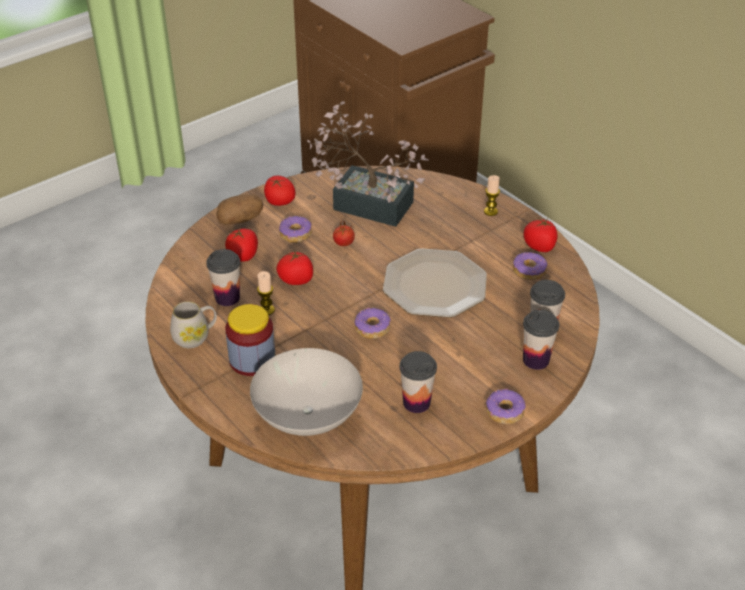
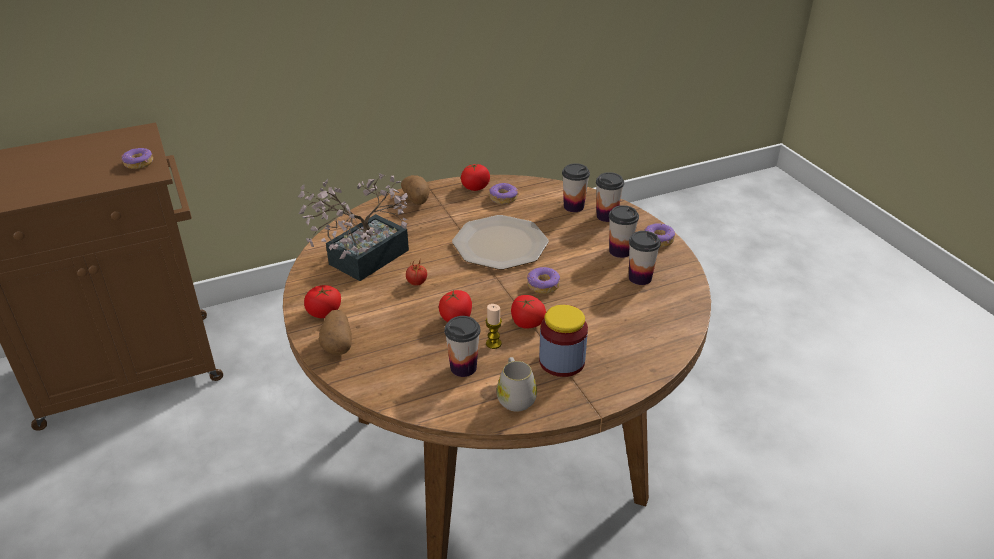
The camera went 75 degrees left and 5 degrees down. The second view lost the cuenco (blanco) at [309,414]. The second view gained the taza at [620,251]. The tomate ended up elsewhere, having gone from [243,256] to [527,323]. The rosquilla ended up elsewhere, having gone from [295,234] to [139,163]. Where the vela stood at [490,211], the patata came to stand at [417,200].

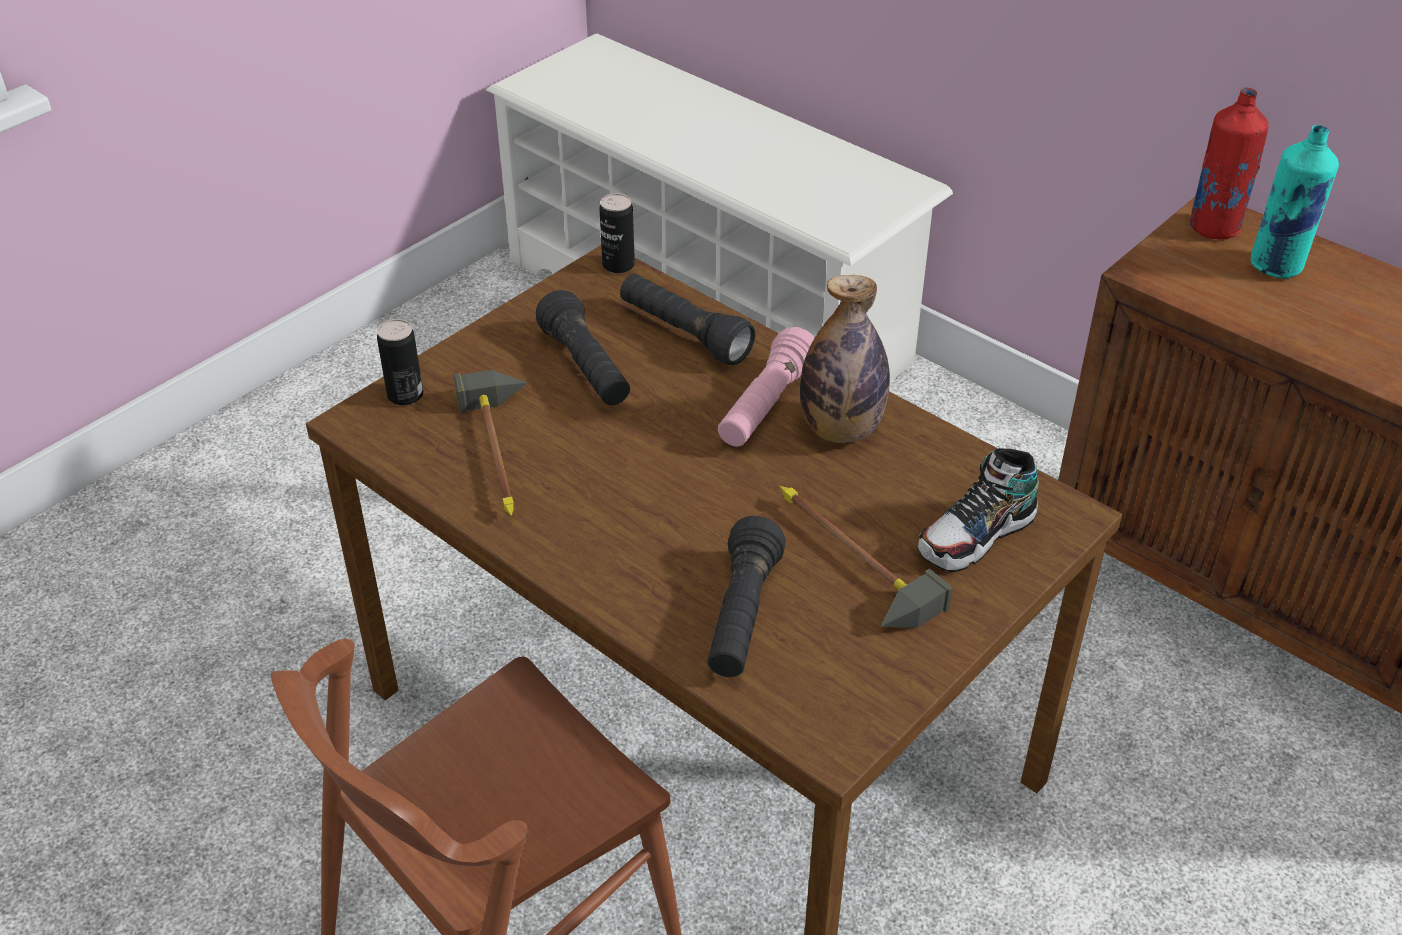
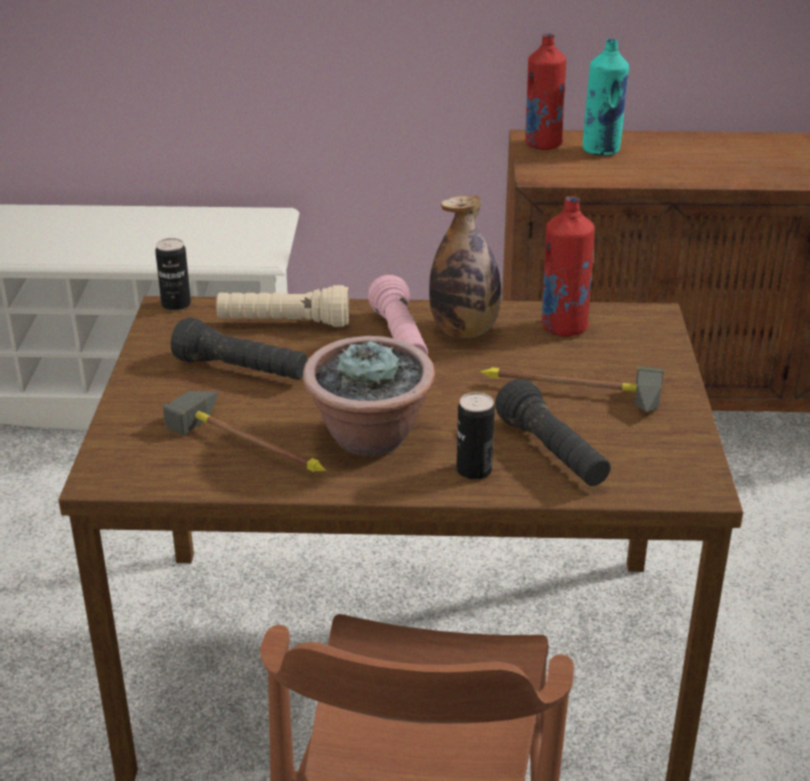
The camera went 40 degrees left and 10 degrees down. The second view lost the zapato at [976,536]. The second view gained the planta en maceta at [370,438]. The second view gained the botella (rojo) at [564,327]. The lata ended up elsewhere, having gone from [405,395] to [474,470]. What was the linterna (negro) at [684,334] turned into the linterna (beis) at [284,324].

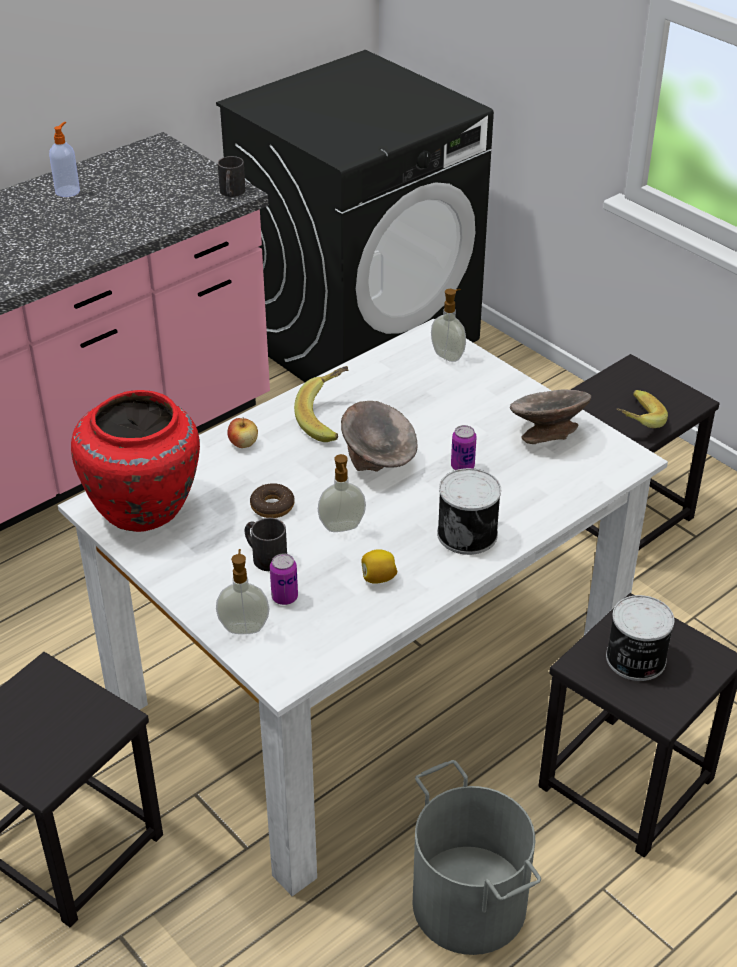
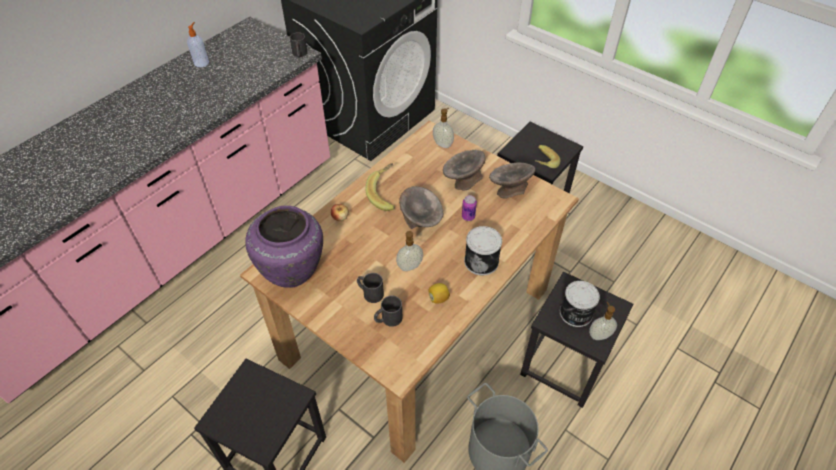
The camera went 10 degrees left and 10 degrees up. The second view lost the rosquilla at [272,506]. The second view gained the cuenco (gris) at [462,180]. The dispensador de jabón ended up elsewhere, having gone from [244,627] to [599,335]. Where the lata stood at [284,597], the taza grande (negro) came to stand at [388,319]. What was the mesa de comedor (blanco) at [368,676] turned into the mesa de comedor (marrón) at [417,322]. What was the florero (rojo) at [146,509] turned into the florero (morado) at [293,270].

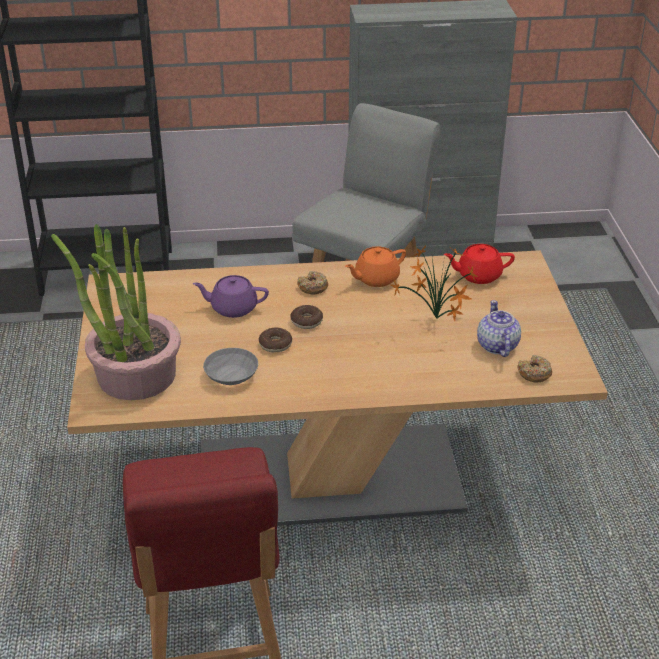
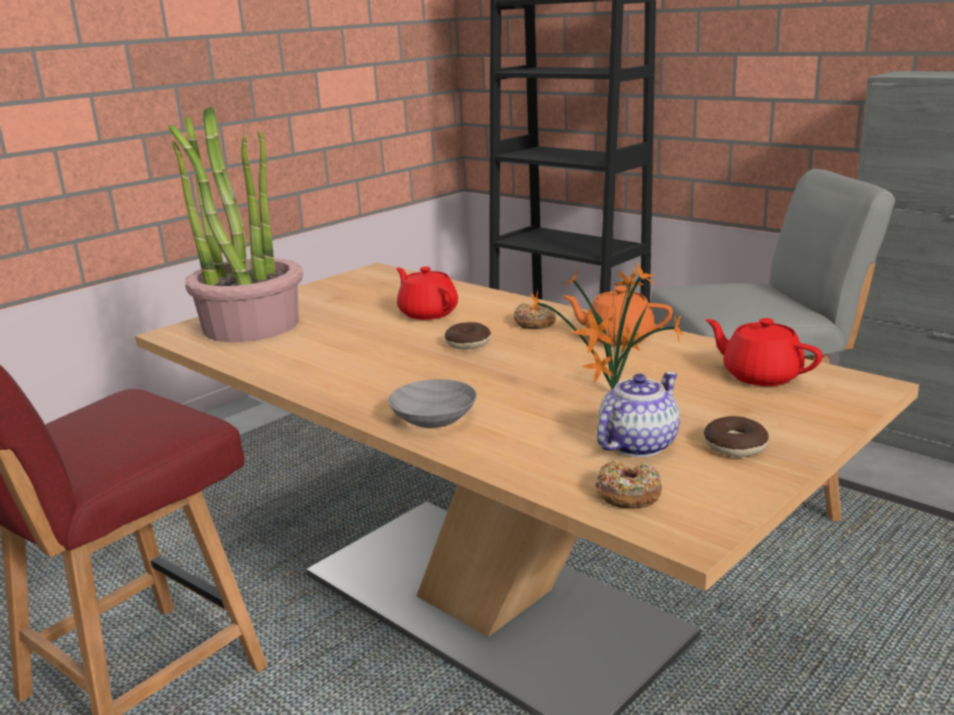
The camera went 50 degrees right and 15 degrees down. The cuenco (gris) ended up elsewhere, having gone from [232,374] to [436,417]. The rosquilla ended up elsewhere, having gone from [275,344] to [735,446]. What was the tetera (morado) at [233,308] turned into the tetera (rojo) at [427,313].

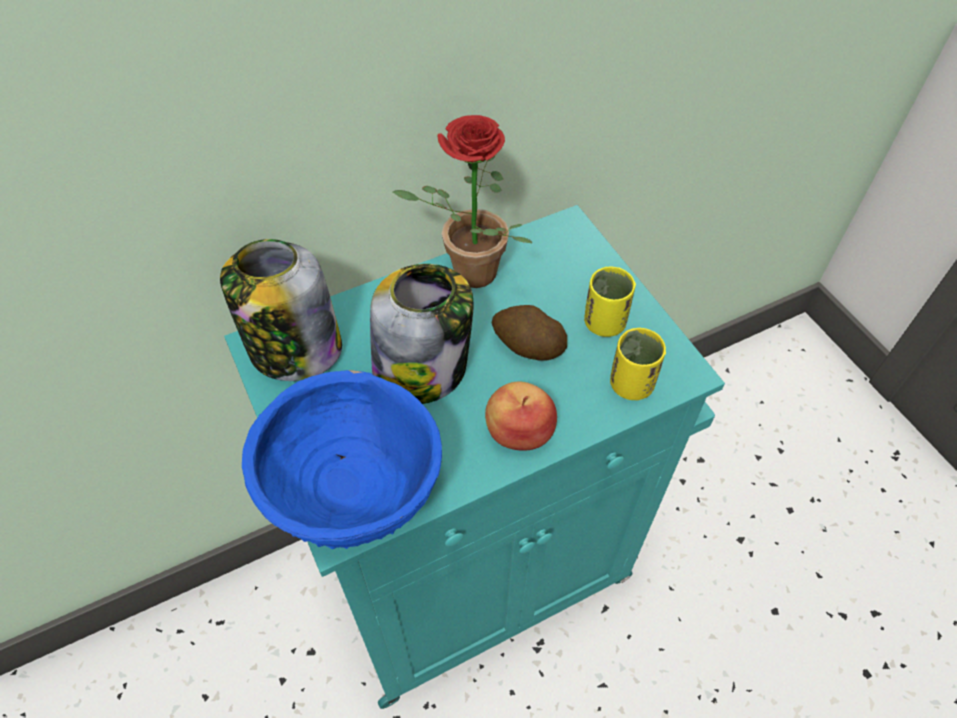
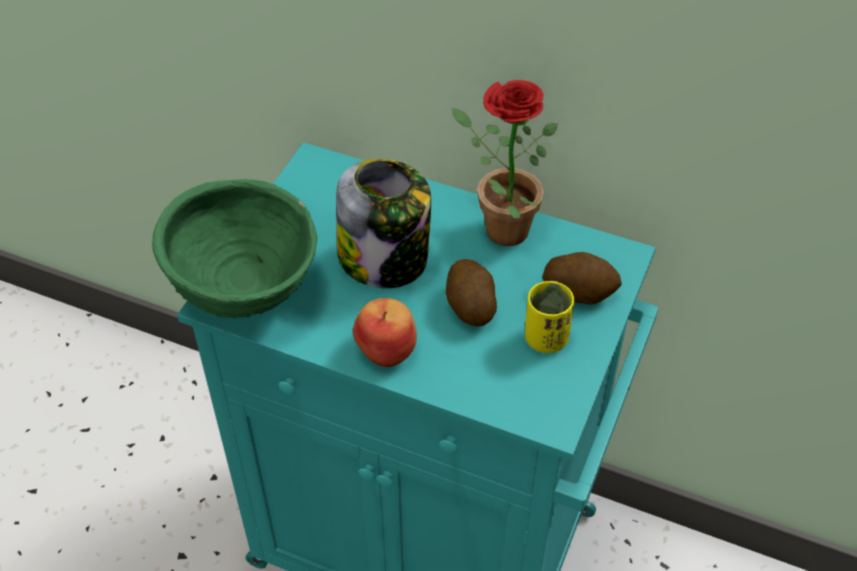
The camera went 50 degrees right and 5 degrees down. The second view lost the tarro at [293,349]. The second view lost the taza (amarillo) at [631,384]. The second view gained the patata at [579,292]. What was the cuenco (azul) at [356,497] turned into the cuenco (verde) at [246,295].

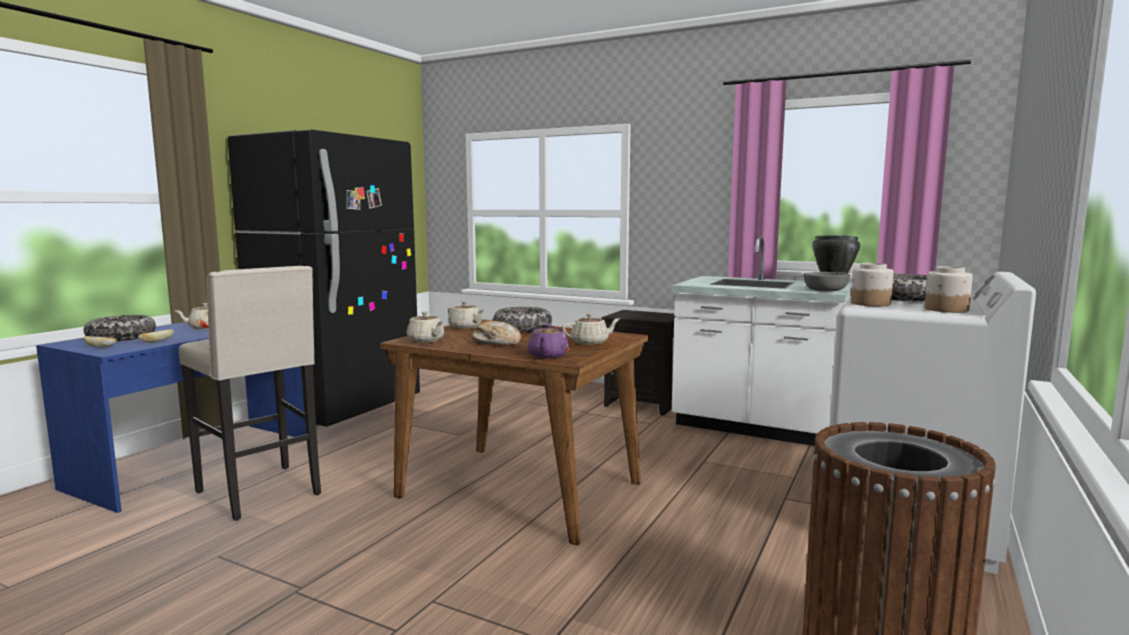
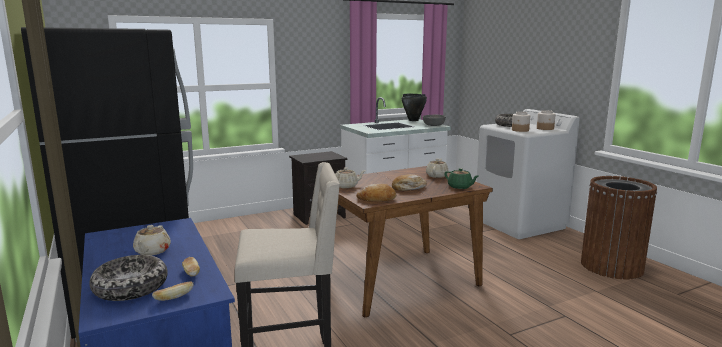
The camera went 55 degrees left and 5 degrees up. The second view lost the cuenco at [522,329]. Where the tetera (beis) stood at [426,340], the pan came to stand at [377,199]. What was the tetera (morado) at [548,356] turned into the tetera (verde) at [460,187].

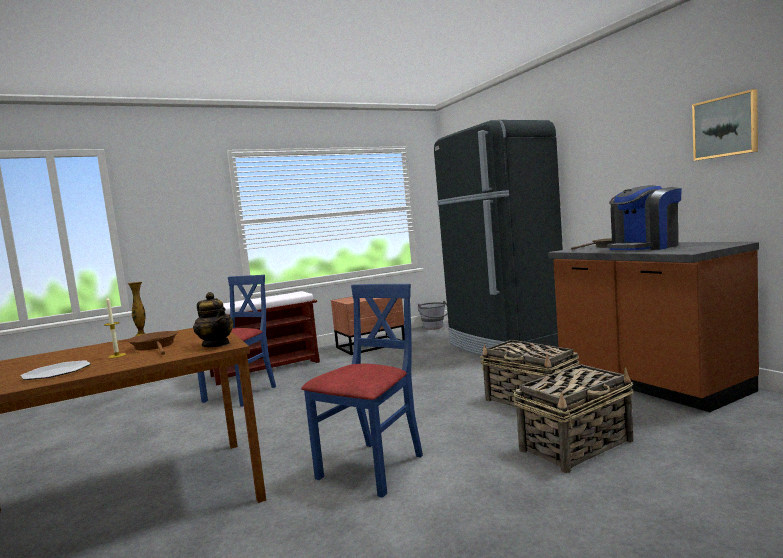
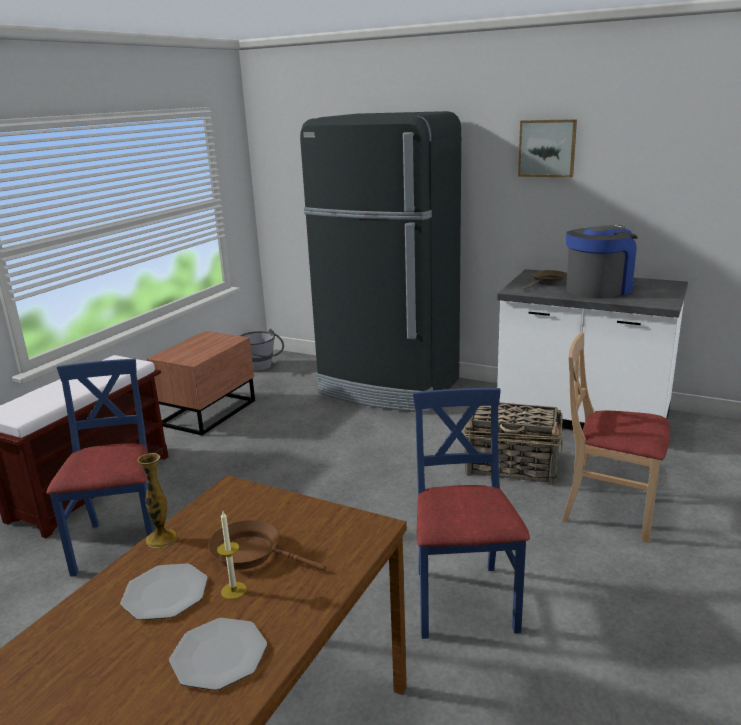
The camera went 35 degrees left and 15 degrees up. The second view lost the tetera at [216,345]. The second view gained the plato at [165,593]. The cuadro ended up elsewhere, having gone from [725,127] to [547,148]. Where the cesta stood at [577,445], the silla (beis) came to stand at [609,511]. What was the mueble bajo de cocina (marrón) at [648,382] turned into the mueble bajo de cocina (blanco) at [582,418]. The cafetera at [644,247] ended up facing another way, 150 degrees counterclockwise from before.

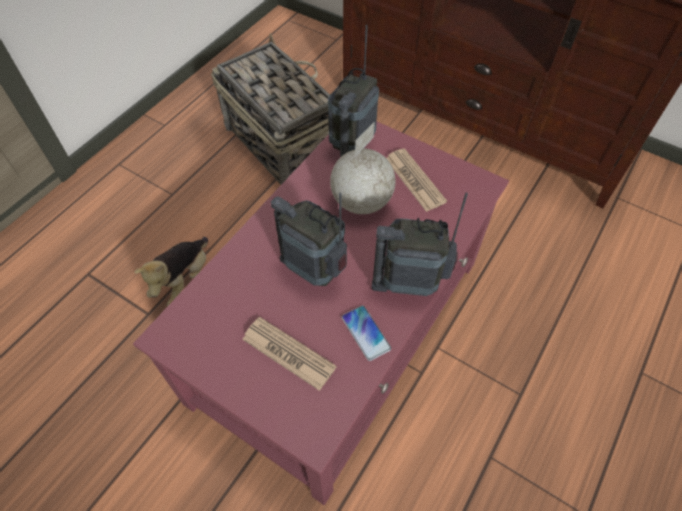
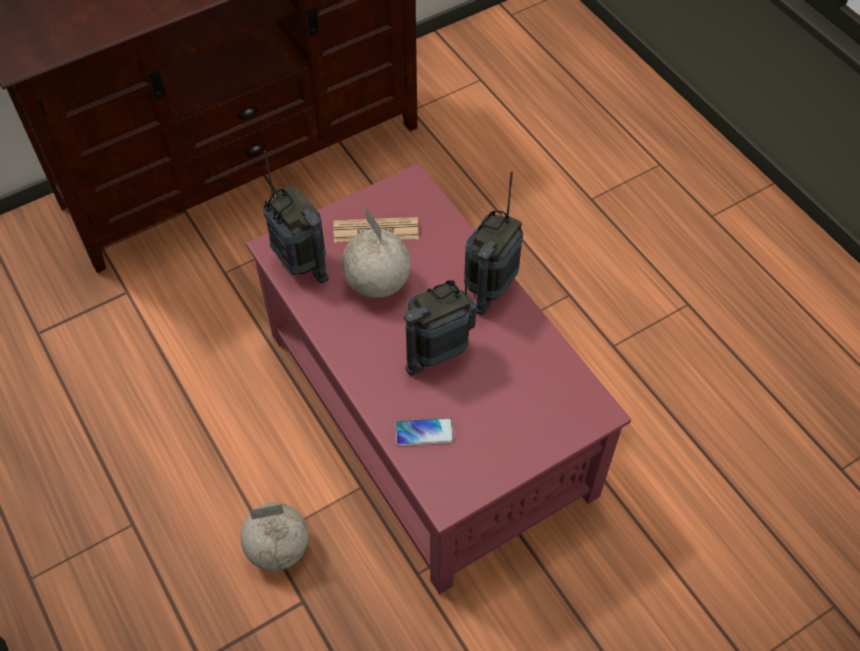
The camera went 65 degrees left and 0 degrees up. The second view lost the cesta at [282,143]. The second view lost the periódico at [288,353]. The móvil ended up elsewhere, having gone from [366,333] to [424,432]. Where the peluche stood at [183,280], the globo terráqueo came to stand at [277,548].

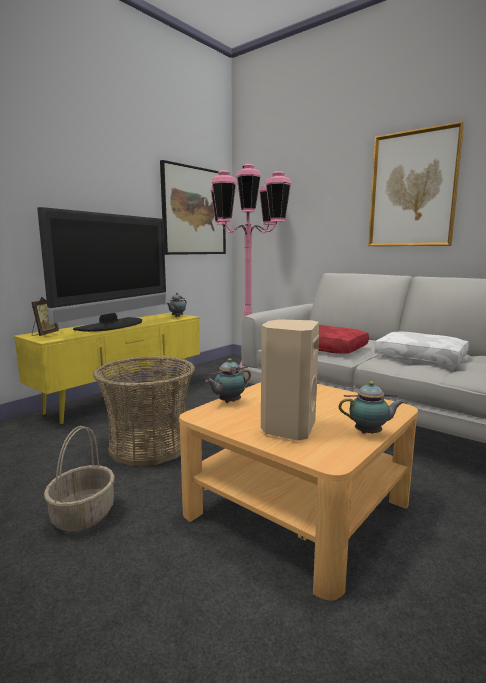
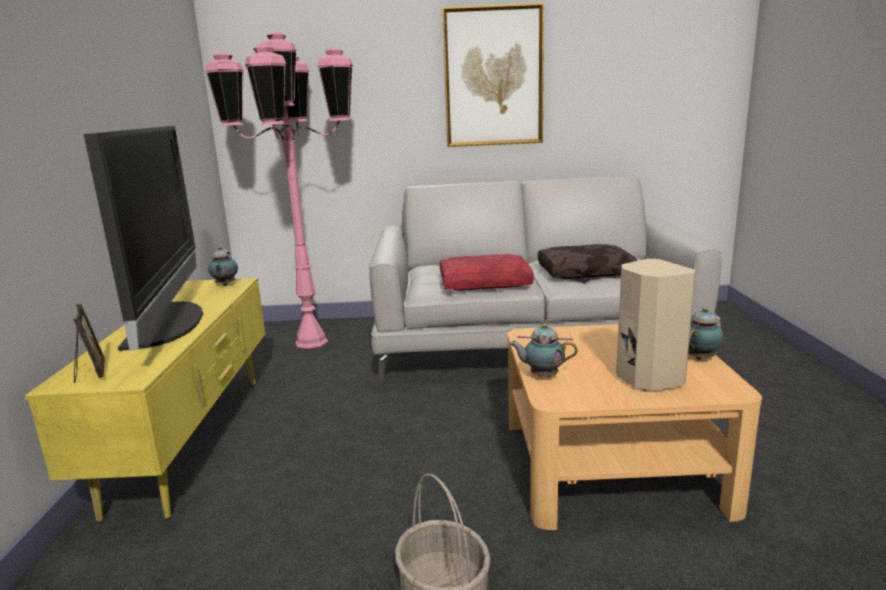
The camera went 40 degrees left and 5 degrees up. The second view lost the cesta at [149,446]. The second view lost the cuadro at [194,211]. What was the cojín (blanco) at [421,358] turned into the cojín (marrón) at [585,272]. The tetera at [228,402] ended up facing another way, 90 degrees clockwise from before.

